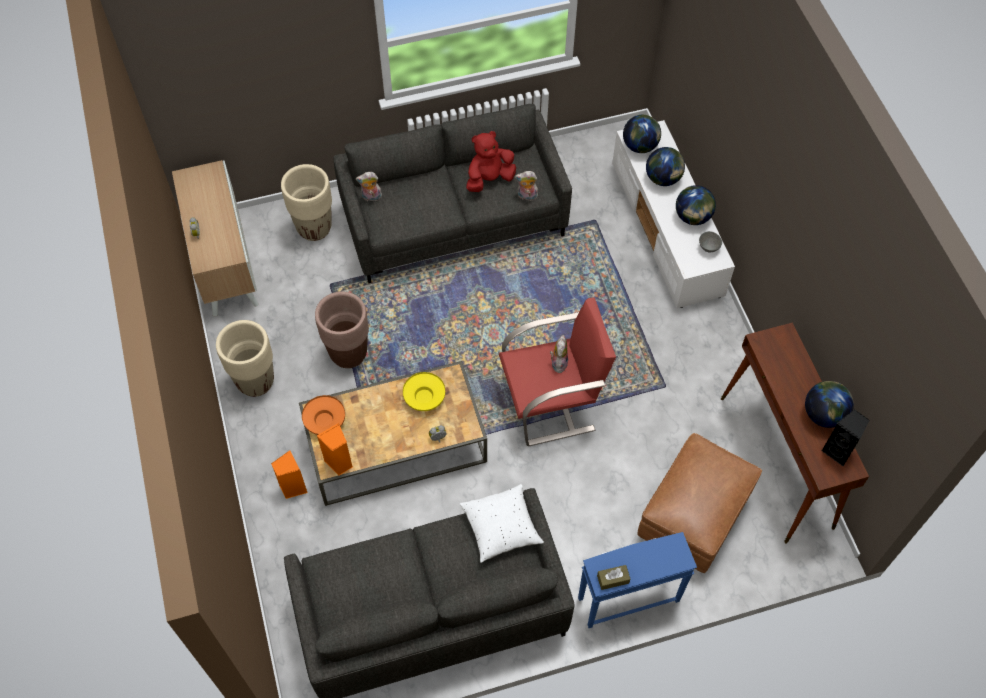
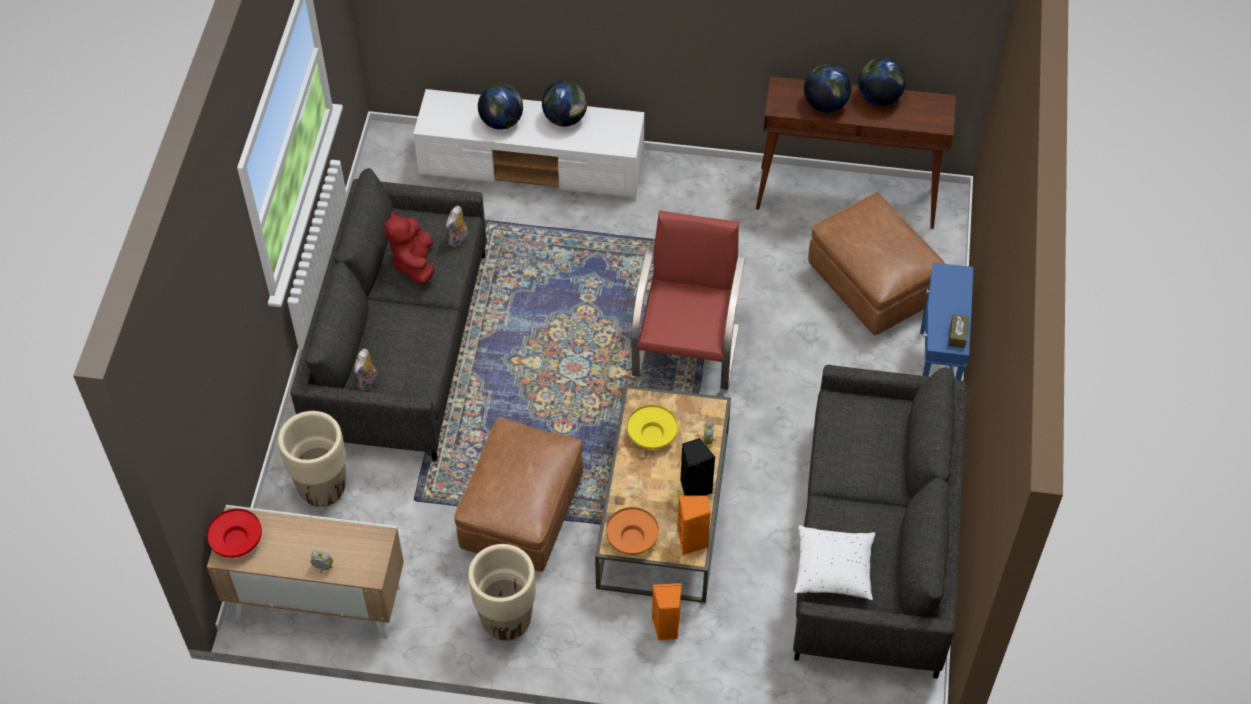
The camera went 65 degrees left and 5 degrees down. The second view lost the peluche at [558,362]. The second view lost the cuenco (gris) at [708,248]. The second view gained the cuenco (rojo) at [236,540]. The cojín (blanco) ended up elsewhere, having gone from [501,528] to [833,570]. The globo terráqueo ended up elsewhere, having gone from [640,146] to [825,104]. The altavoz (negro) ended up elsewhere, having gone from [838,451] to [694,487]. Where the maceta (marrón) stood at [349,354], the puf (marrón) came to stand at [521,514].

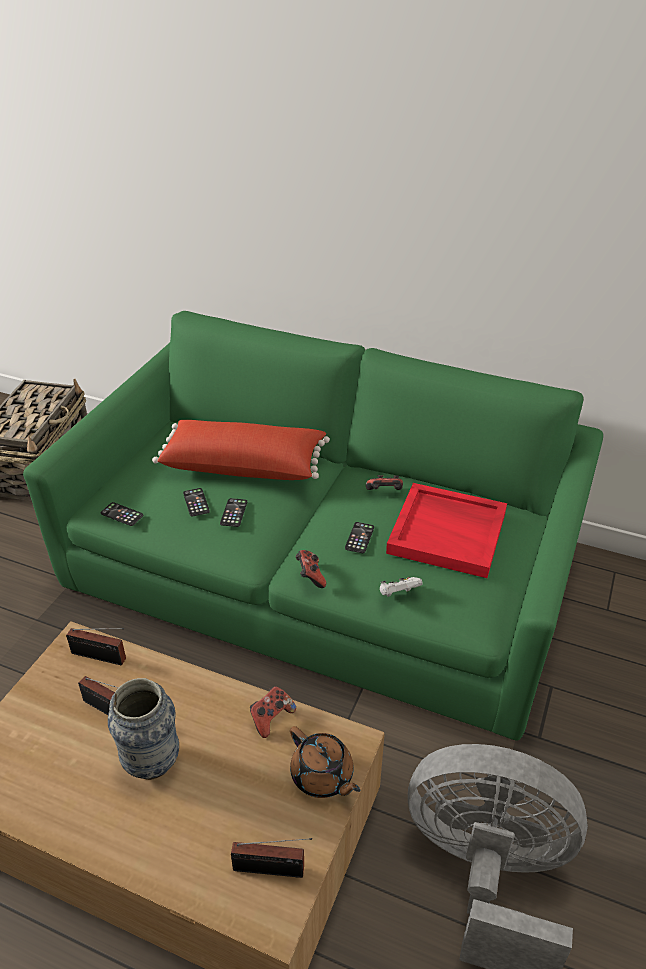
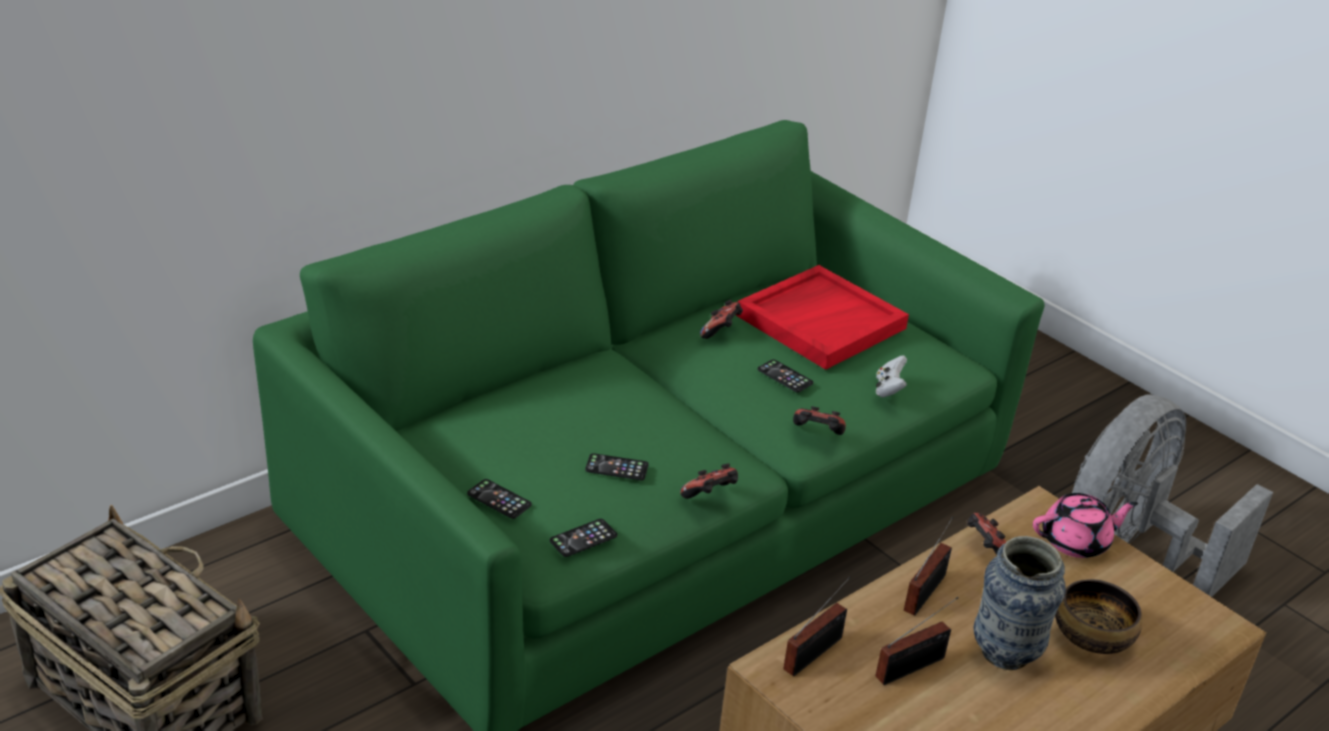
The camera went 65 degrees left and 5 degrees down. The second view lost the cojín (rojo) at [244,464]. The second view gained the mando de consola at [710,496]. The second view gained the cuenco at [1091,636]. The móvil ended up elsewhere, having gone from [233,513] to [499,499]. The radio ended up elsewhere, having gone from [272,870] to [927,591]. What was the tetera (marrón) at [322,776] turned into the tetera (rosa) at [1076,542].

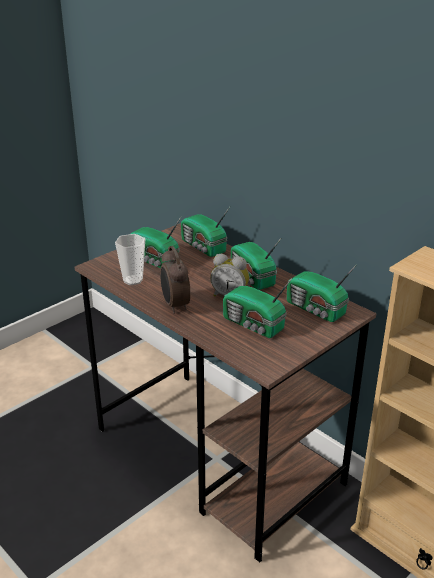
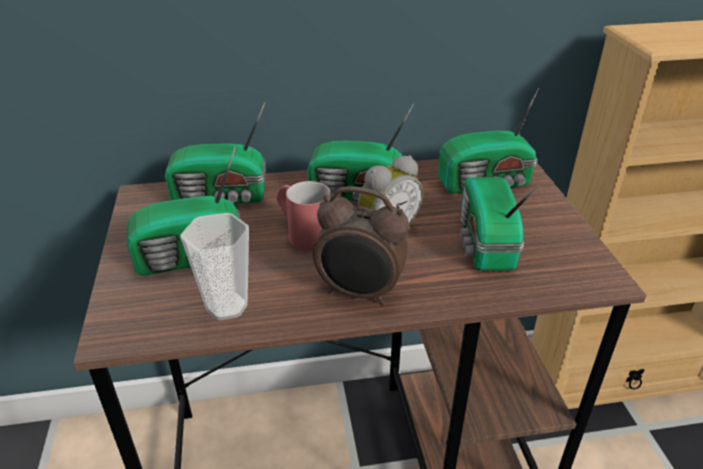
The camera went 55 degrees left and 5 degrees up. The second view gained the taza grande (rojo) at [302,233]. The radio at [254,325] ended up facing another way, 105 degrees clockwise from before.

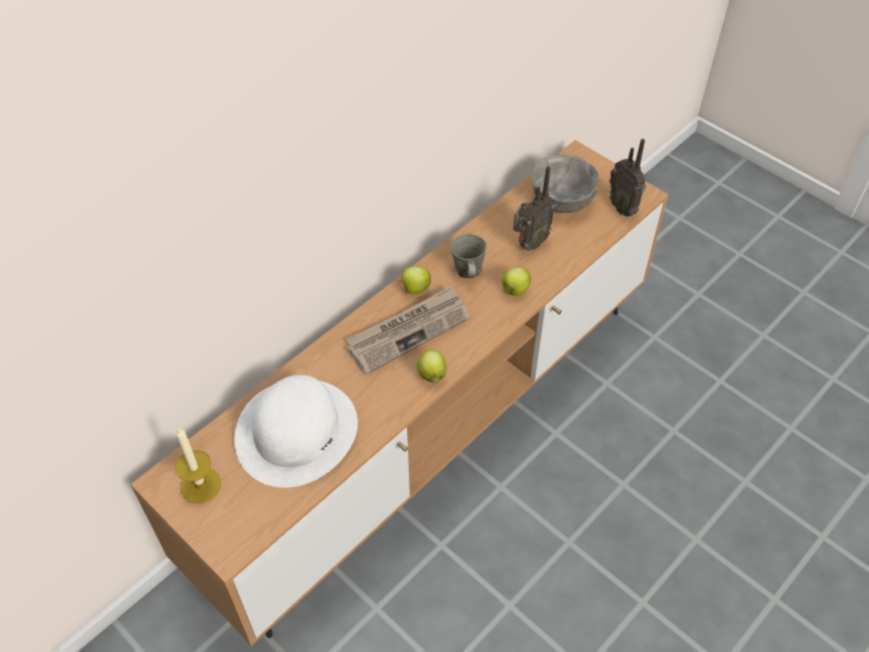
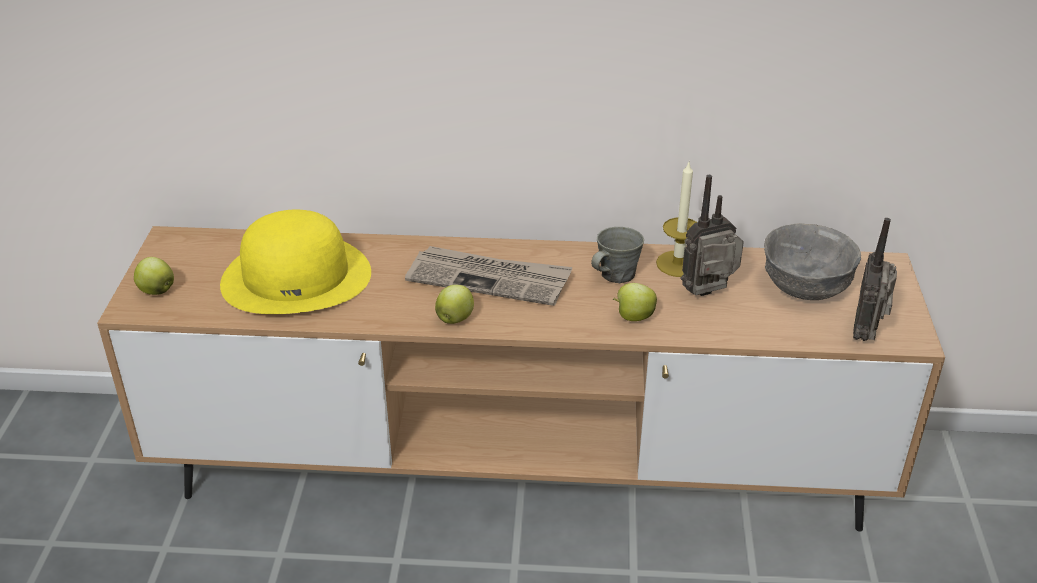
The camera went 50 degrees right and 15 degrees down. The vela ended up elsewhere, having gone from [200,485] to [678,264]. The manzana ended up elsewhere, having gone from [414,289] to [156,290]. What was the sombrero (blanco) at [296,431] turned into the sombrero (amarillo) at [297,277]. The radio at [529,244] ended up facing another way, 150 degrees clockwise from before.

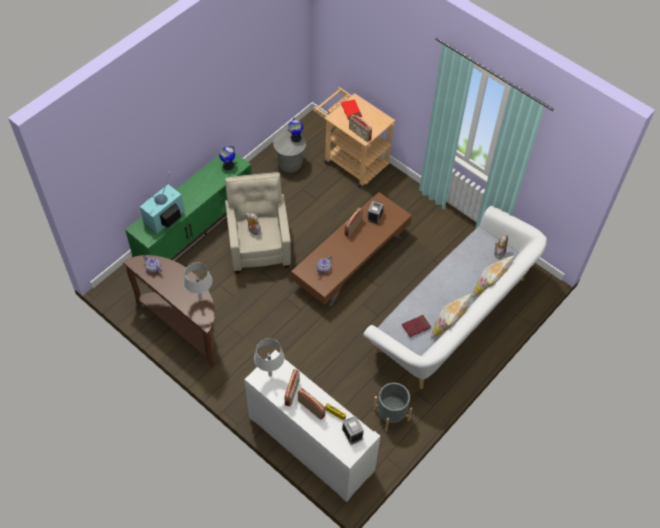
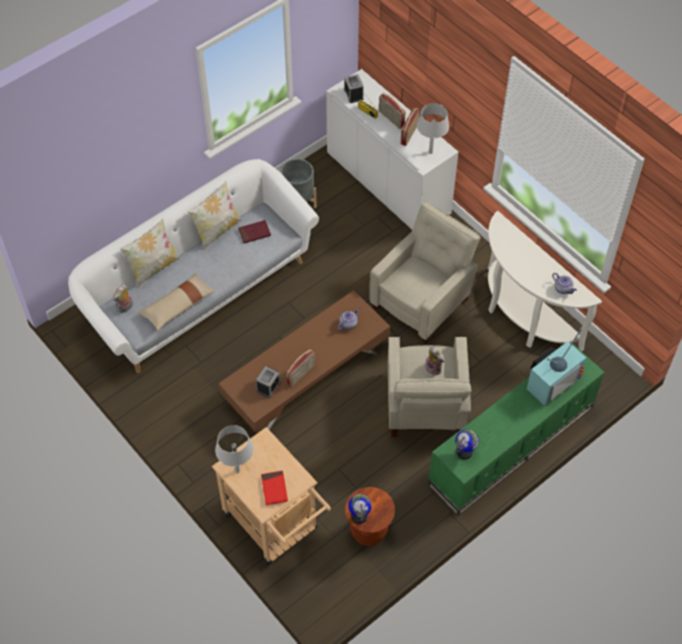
The camera went 170 degrees left and 0 degrees up. The second view lost the radio at [359,134]. The second view gained the cojín (beis) at [178,306]. The second view gained the sillón (beis) at [423,301]. The lámpara de mesa (gris) ended up elsewhere, having gone from [201,299] to [237,470]. What was the mesa consola (marrón) at [184,325] turned into the mesa consola (blanco) at [523,317]. What was the taburete (gris) at [290,165] turned into the taburete (marrón) at [369,531].

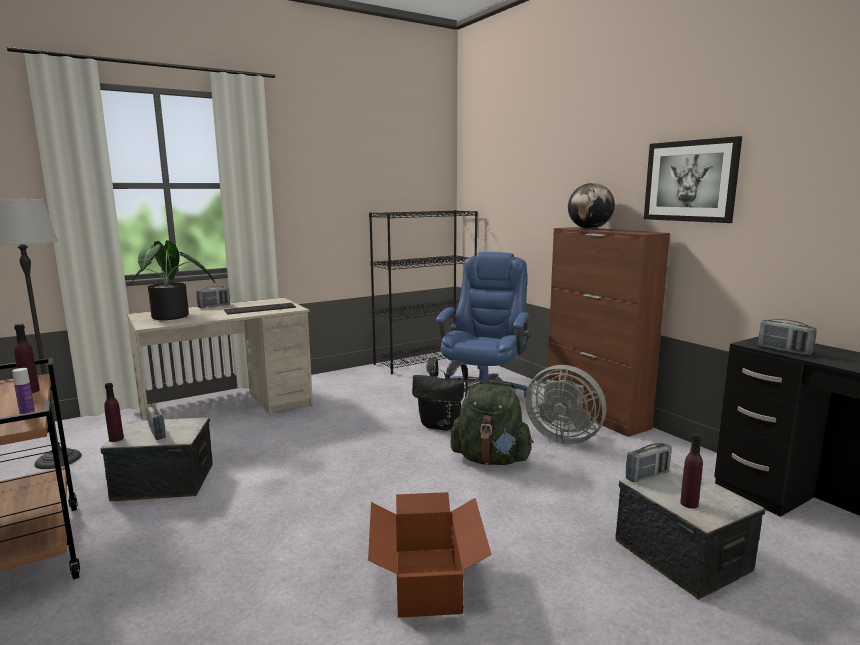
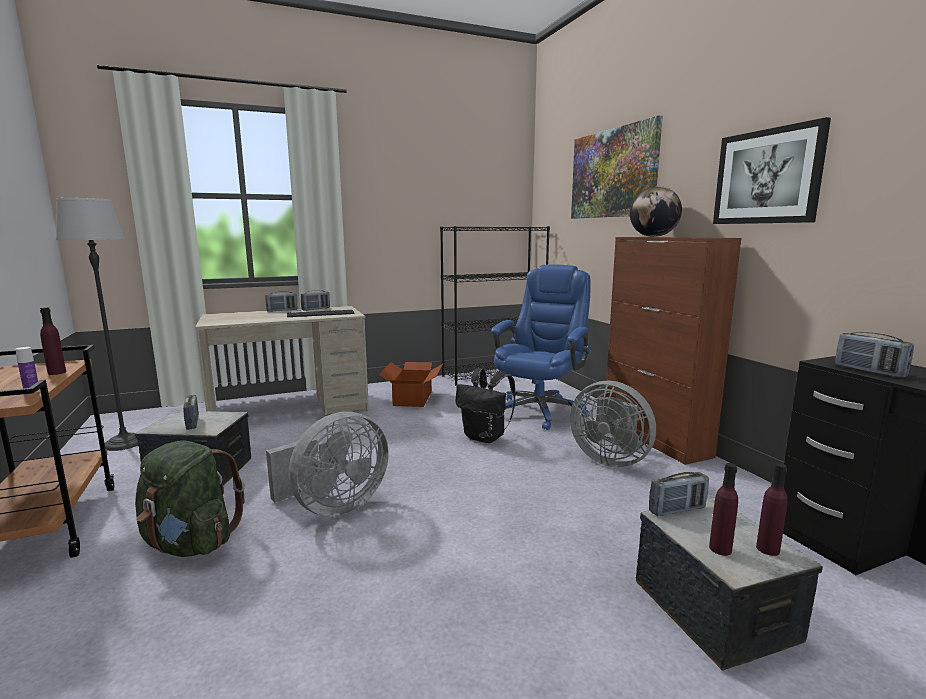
The camera went 10 degrees right and 0 degrees up. The second view lost the planta en maceta at [173,317]. The second view gained the ventilador (gris) at [333,507]. The second view gained the radio at [316,309]. The second view gained the cuadro at [613,173]. The botella (morado) ended up elsewhere, having gone from [116,439] to [767,549]. The caja de cartón ended up elsewhere, having gone from [428,580] to [413,398]. The mochila (verde) ended up elsewhere, having gone from [491,459] to [191,544].

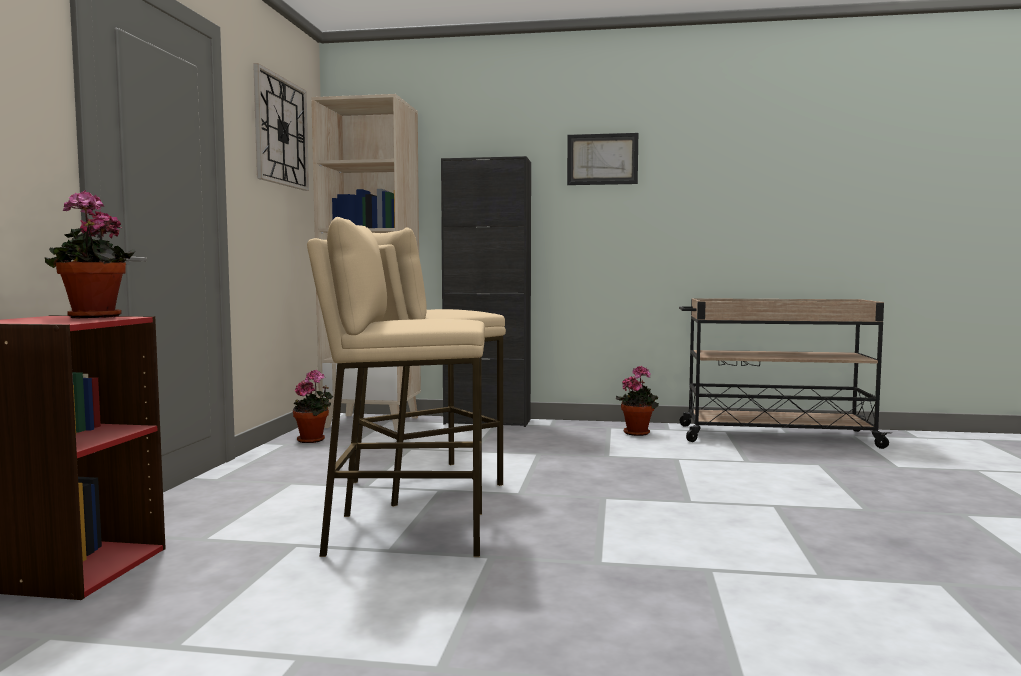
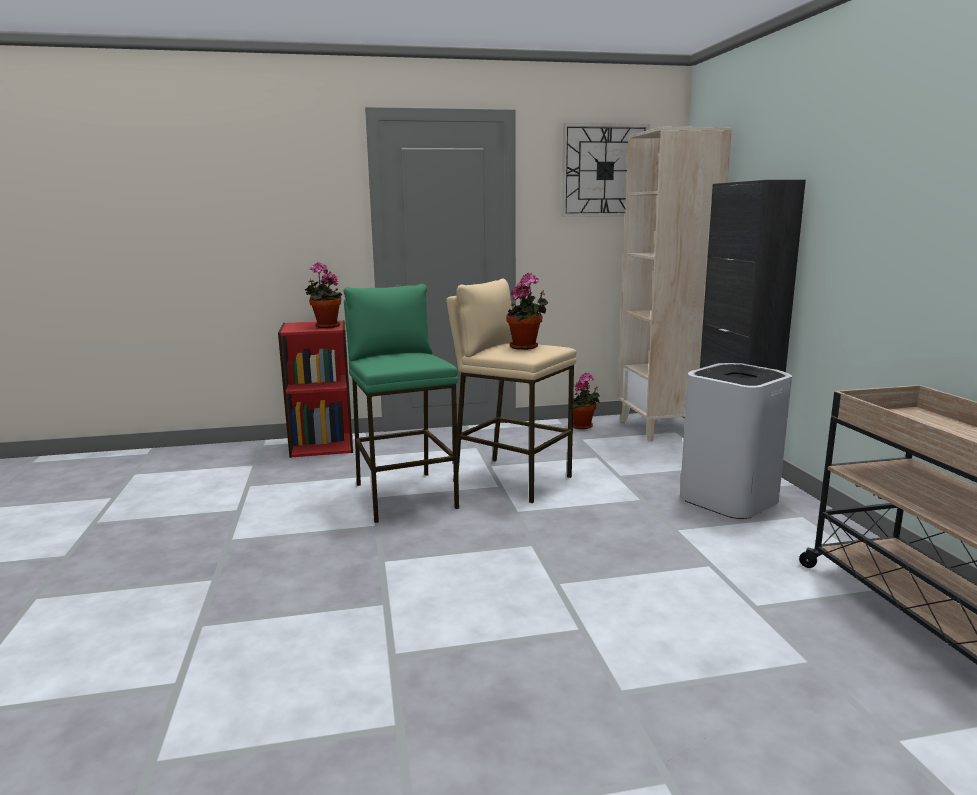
The camera went 70 degrees right and 10 degrees up. The second view lost the cuadro at [602,159]. The second view gained the papelera (blanco) at [728,499]. The planta en maceta ended up elsewhere, having gone from [638,432] to [526,347]. What was the taburete (beis) at [406,533] turned into the taburete (verde) at [405,495].

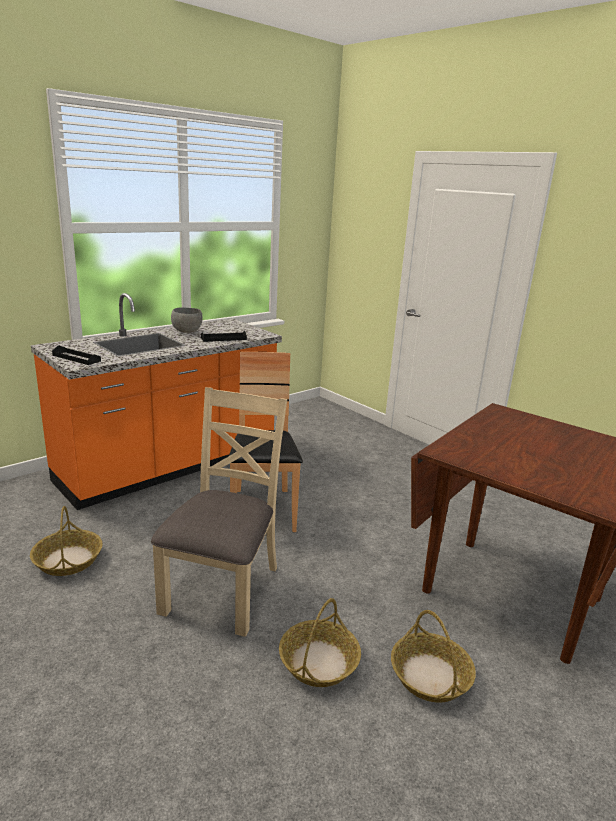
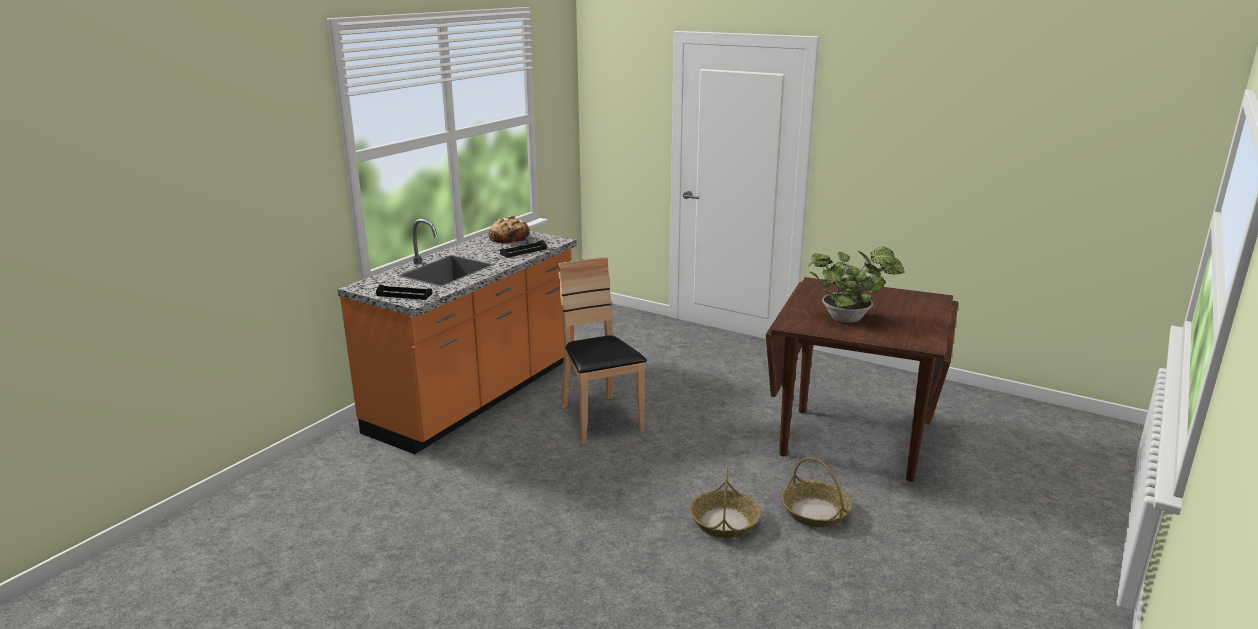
The camera went 15 degrees left and 0 degrees up. The second view lost the cesta at [68,560]. The second view lost the silla (beis) at [223,588]. The second view lost the cuenco (gris) at [187,331]. The second view gained the pan at [510,239]. The second view gained the planta en maceta at [849,319].

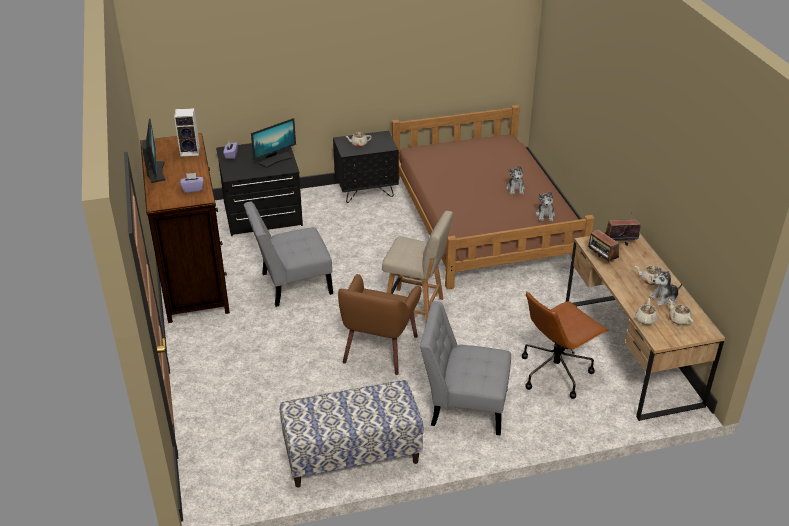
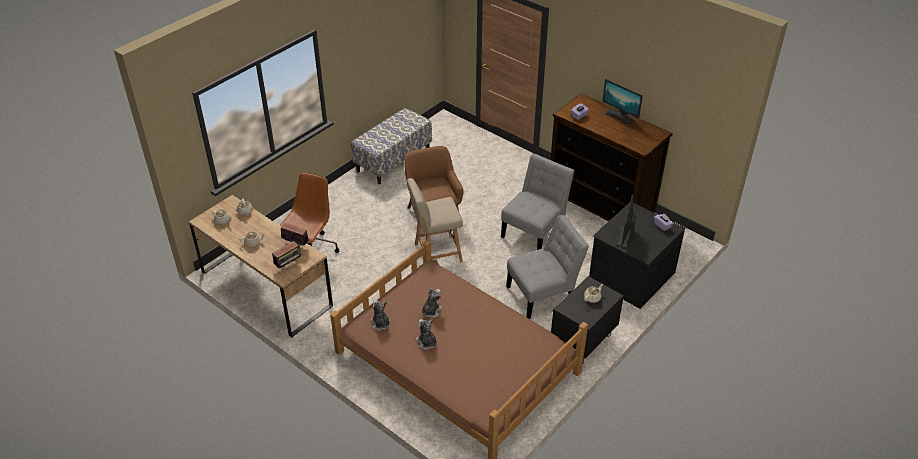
The camera went 145 degrees right and 5 degrees up. The second view lost the altavoz at [191,151]. The silla (gris) ended up elsewhere, having gone from [464,405] to [543,294]. The peluche ended up elsewhere, having gone from [664,298] to [431,311].

